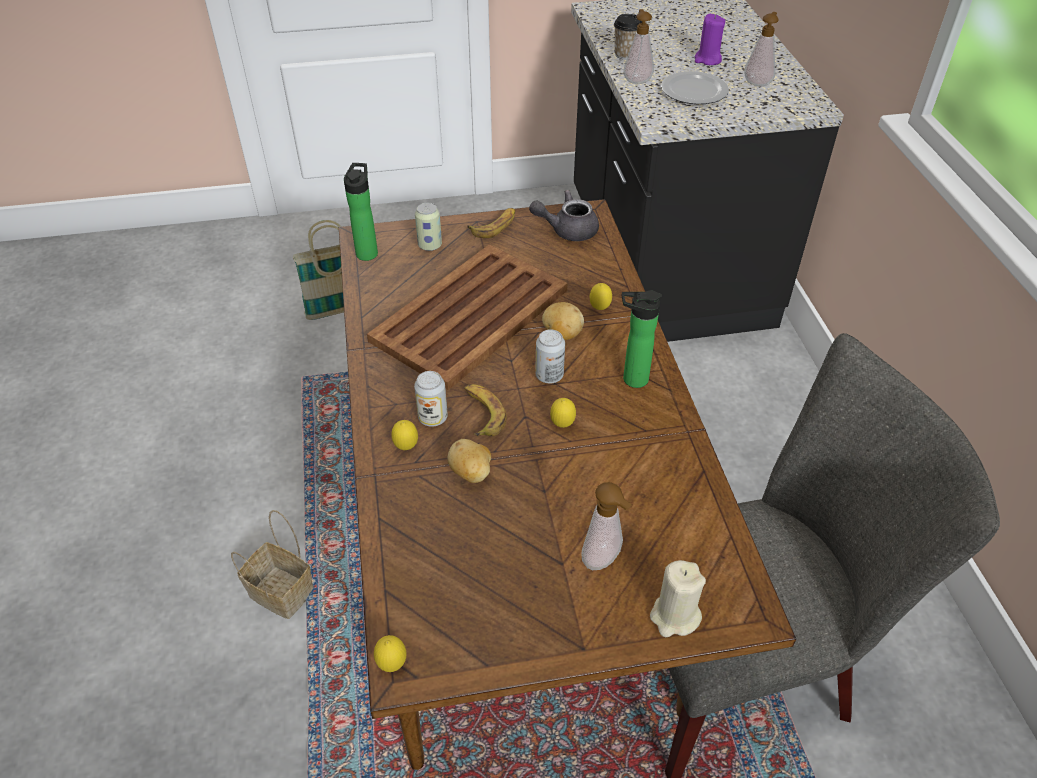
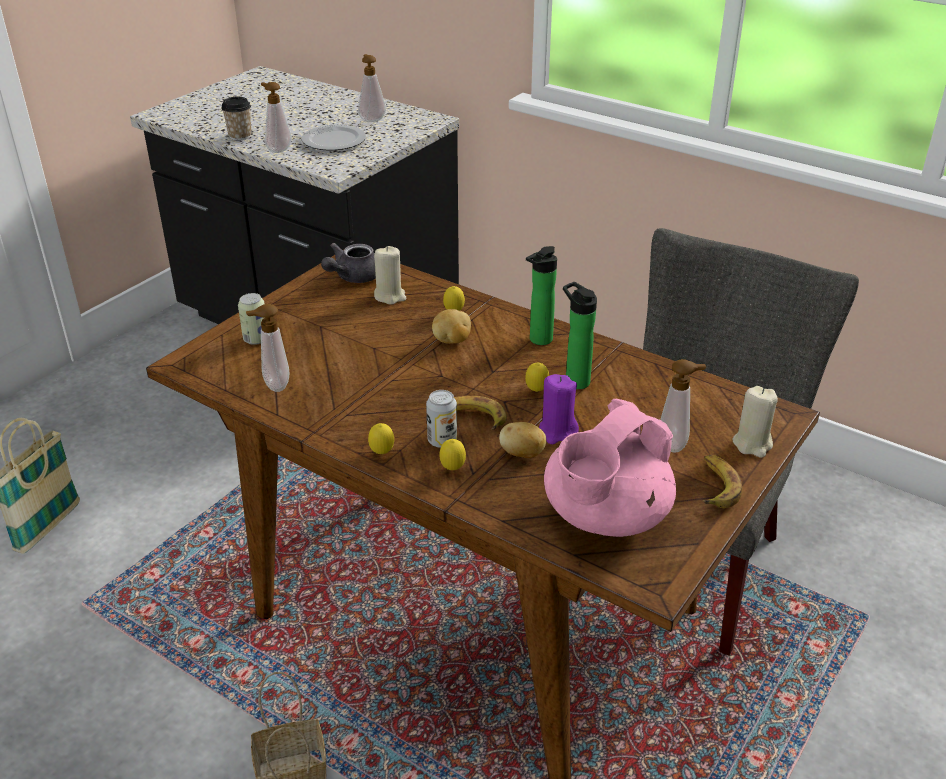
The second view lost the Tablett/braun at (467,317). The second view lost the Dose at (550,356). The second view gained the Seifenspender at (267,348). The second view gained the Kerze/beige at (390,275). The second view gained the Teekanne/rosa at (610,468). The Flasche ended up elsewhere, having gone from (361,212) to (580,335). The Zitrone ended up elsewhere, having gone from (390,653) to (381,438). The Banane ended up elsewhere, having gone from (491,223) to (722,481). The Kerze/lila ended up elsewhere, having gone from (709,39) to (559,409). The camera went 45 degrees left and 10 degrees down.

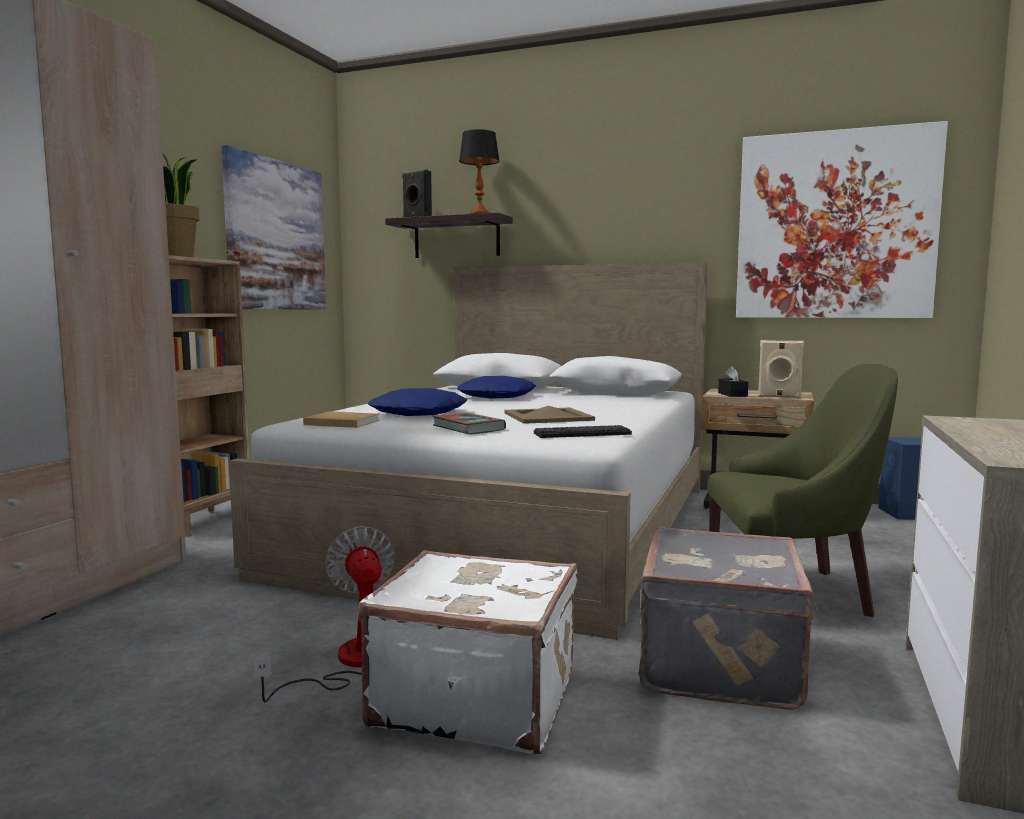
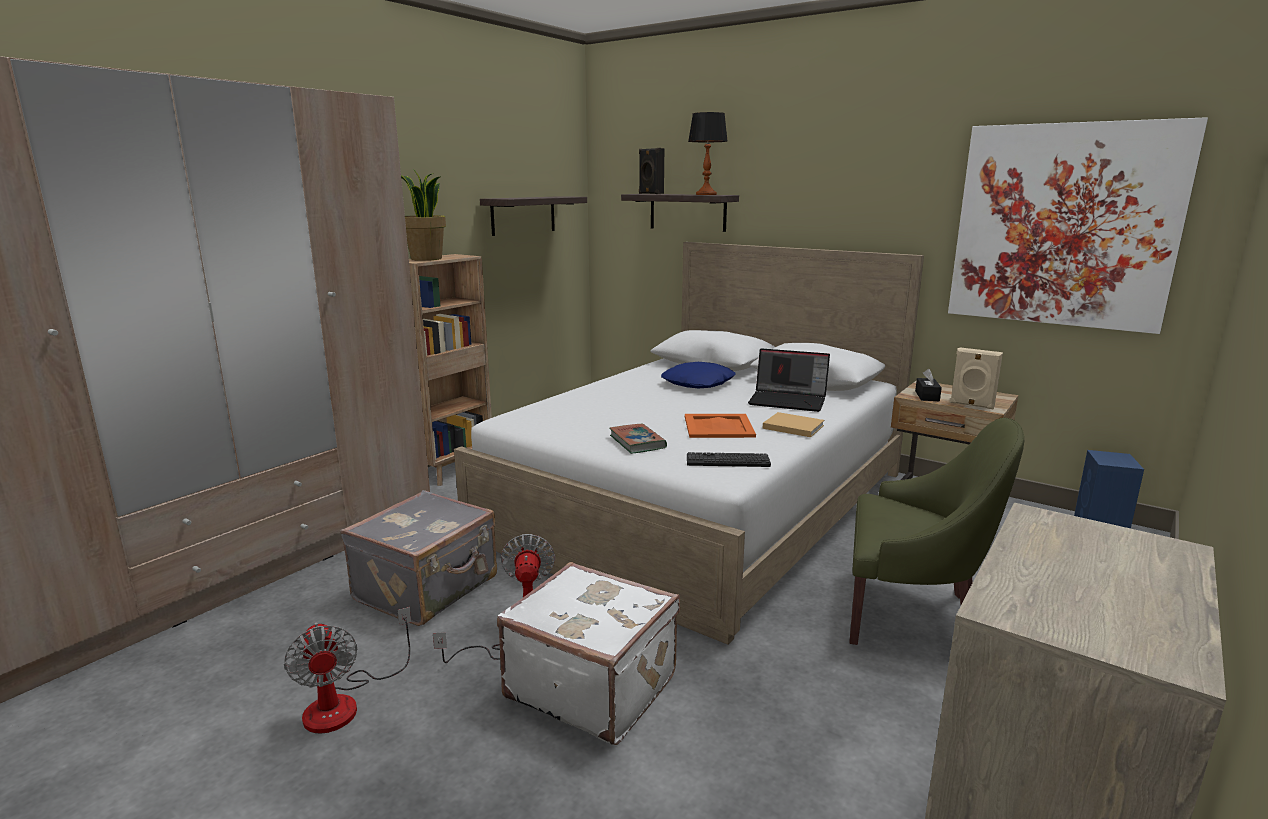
The second view lost the Kissen/blau at (417,402). The second view gained the Ventilator at (347,670). The second view gained the Laptop at (789,380). The Buch/beige ended up elsewhere, having gone from (341,419) to (793,424). The Koffer/grau ended up elsewhere, having gone from (728,618) to (418,558). Where the Bild hung at (273,227), the Wandregal came to hang at (533,216). What was the Tablett/beige at (549,415) turned into the Tablett/orange at (720,426). The camera went 15 degrees right and 10 degrees up.

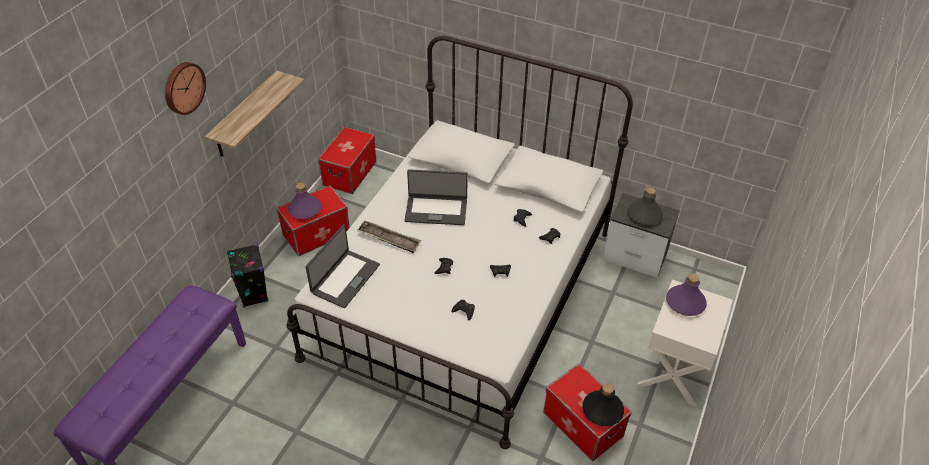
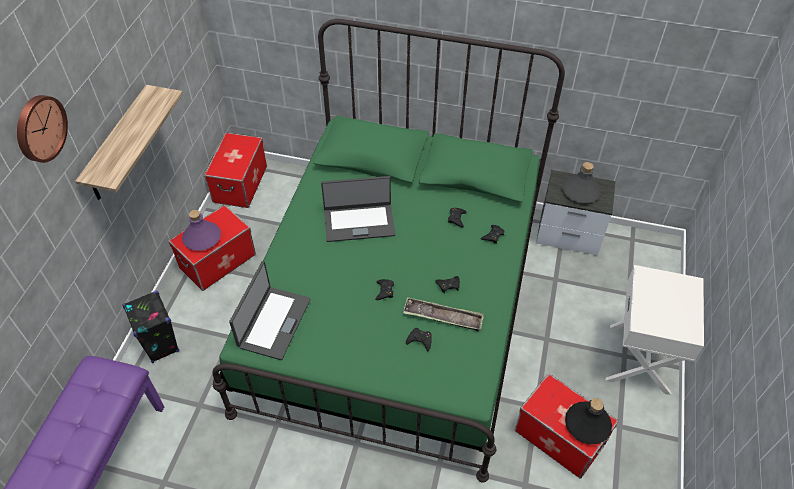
The second view lost the Flasche/lila at (686,294). The Tablett ended up elsewhere, having gone from (389,236) to (443,314). What was the Bett/weiß at (460,242) turned into the Bett/grün at (388,251). The camera went 10 degrees left and 5 degrees up.

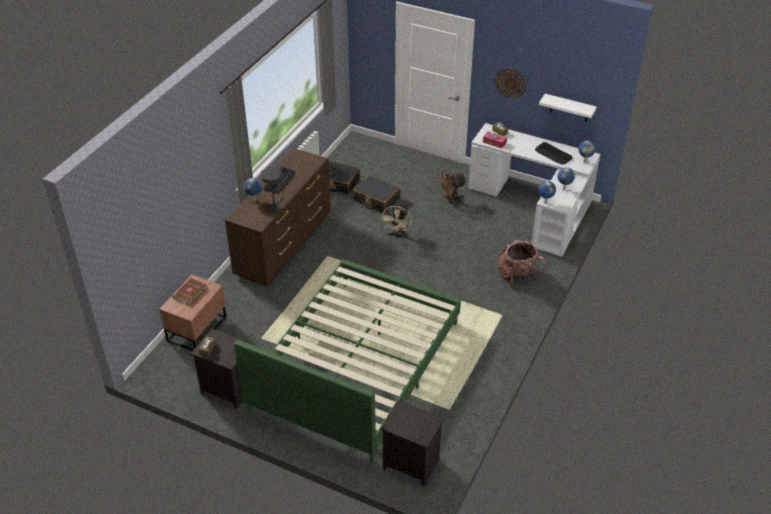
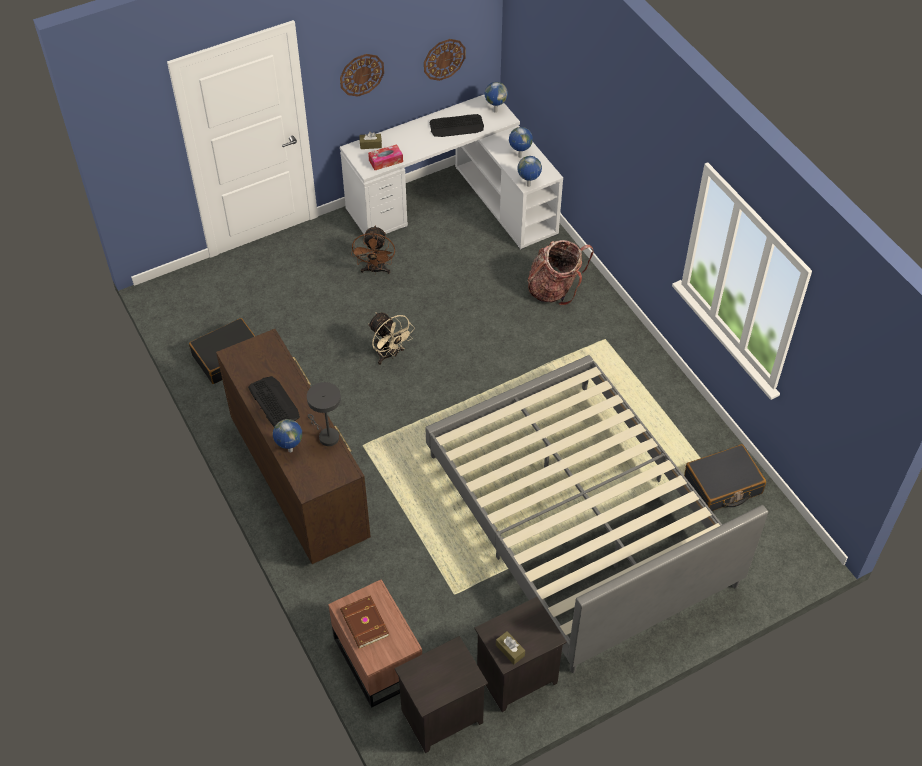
The Koffer/schwarz ended up elsewhere, having gone from (377,194) to (725,477). The Nachttisch/schwarz ended up elsewhere, having gone from (412,443) to (441,694). Where the Wandregal/weiß hung at (568,108), the Wanduhr came to hang at (444,60). What was the Bett/grün at (347,361) turned into the Bett/grau at (596,514). The camera went 55 degrees left and 10 degrees up.

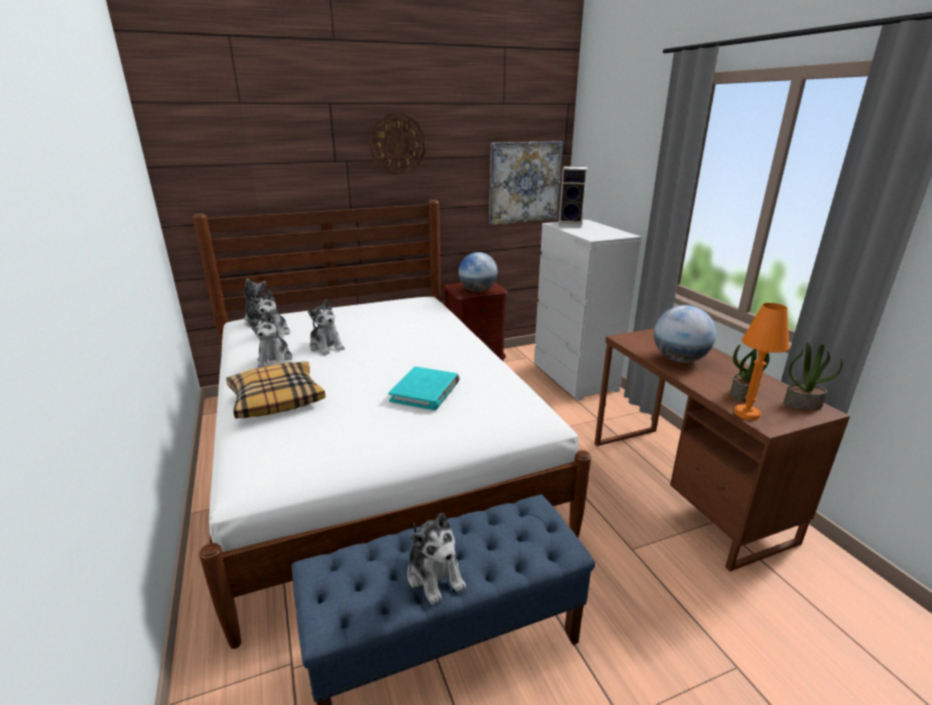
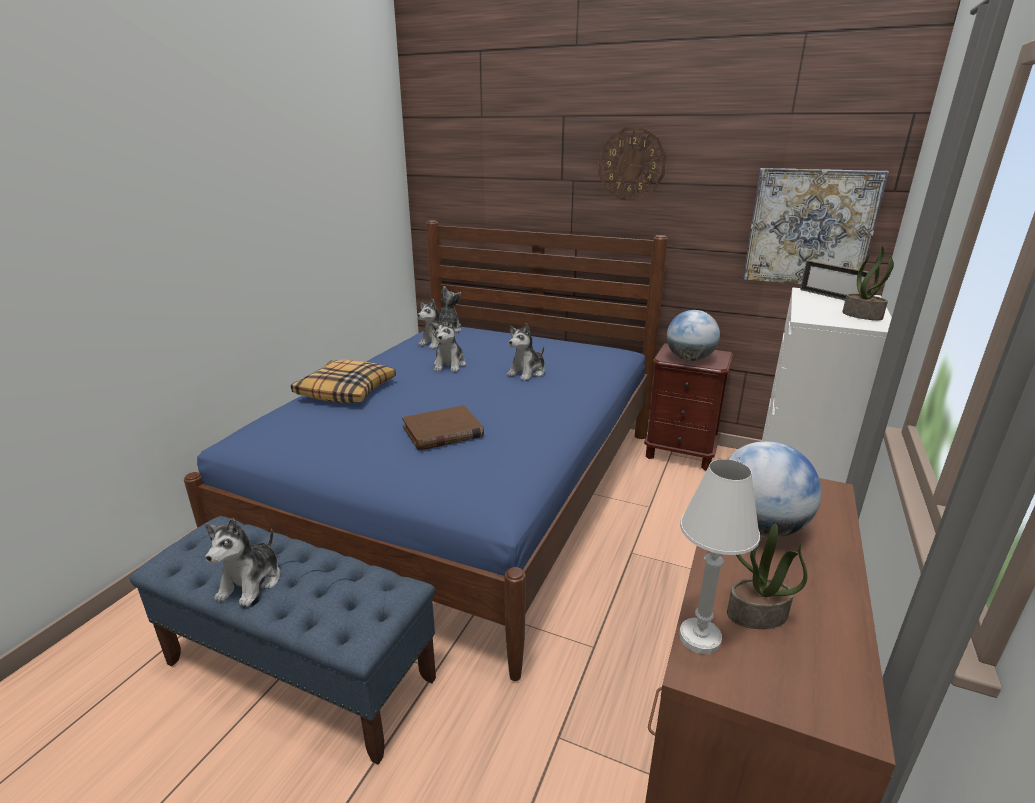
The Plüschtier ended up elsewhere, having gone from (270,340) to (526,352). The Topfpflanze ended up elsewhere, having gone from (813,376) to (868,283). Where the Lautsprecher stood at (573,196), the Bilderrahmen came to stand at (835,280). What was the Bett/weiß at (391,424) turned into the Bett/blau at (426,450). What was the Buch/türkis at (424,388) turned into the Buch/braun at (443,427). What was the Tischlampe/orange at (762,361) turned into the Tischlampe/weiß at (719,556). The camera went 45 degrees right and 0 degrees up.

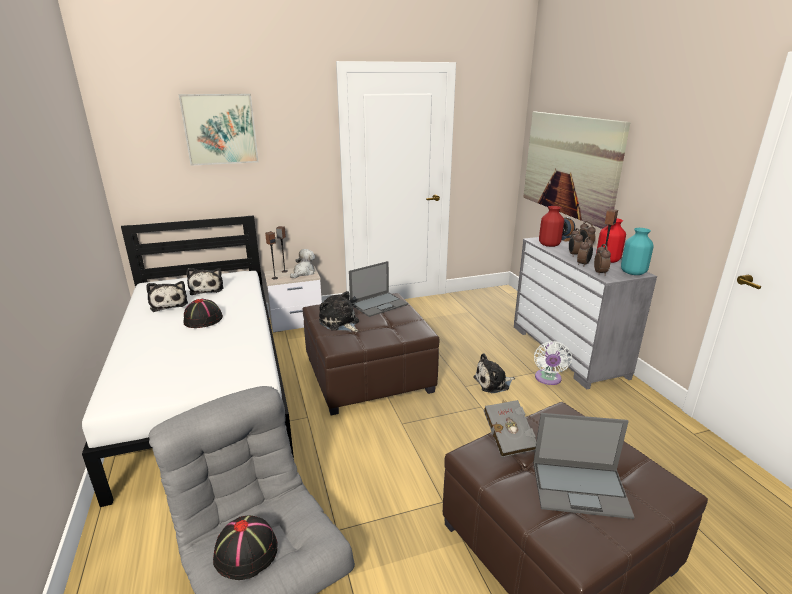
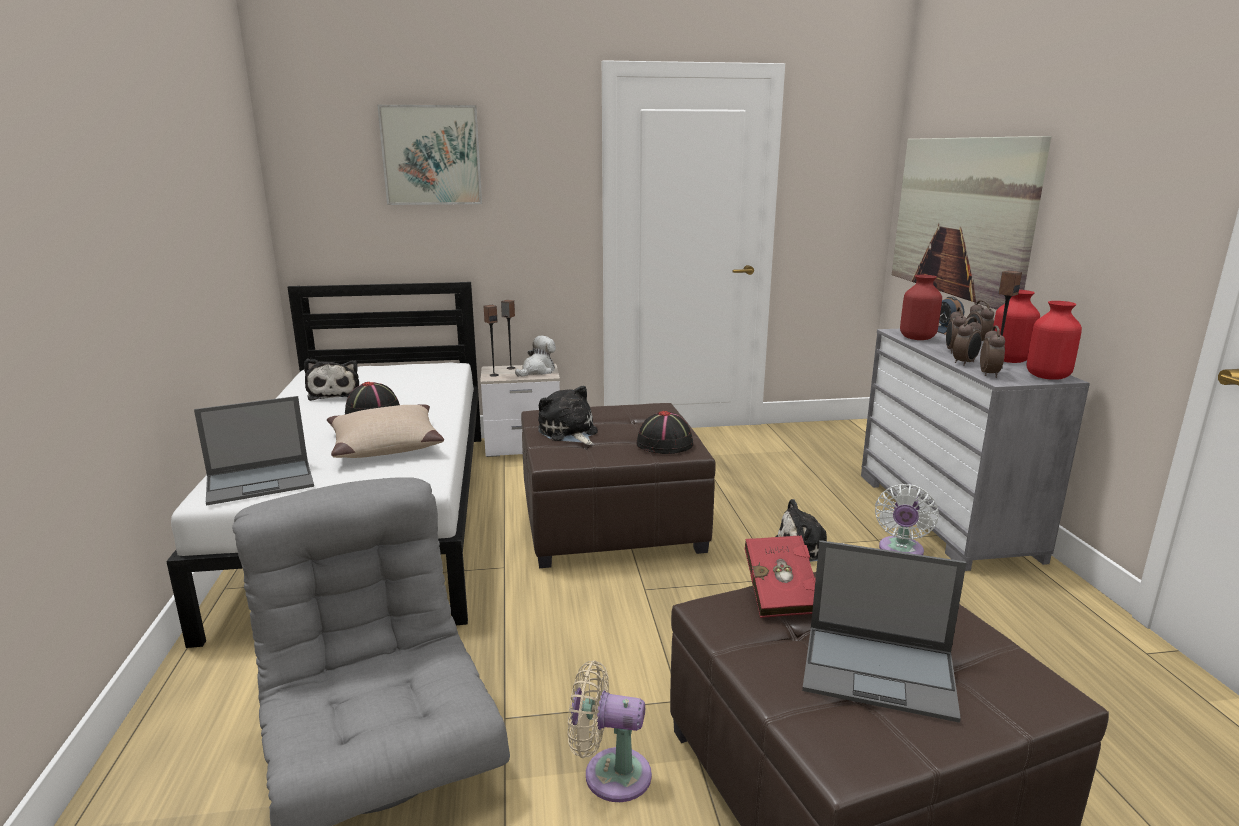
The second view lost the Plüschtier at (205,281). The second view gained the Kissen/beige at (385,431). The second view gained the Ventilator/beige at (610,731). The Hut/schwarz ended up elsewhere, having gone from (245,547) to (664,432). The Laptop ended up elsewhere, having gone from (378,289) to (254,451). What was the Buch/grau at (510,429) turned into the Buch/rot at (780,576). What was the Vase/türkis at (637,251) turned into the Vase/rot at (1054,340). The camera went 10 degrees right and 5 degrees down.

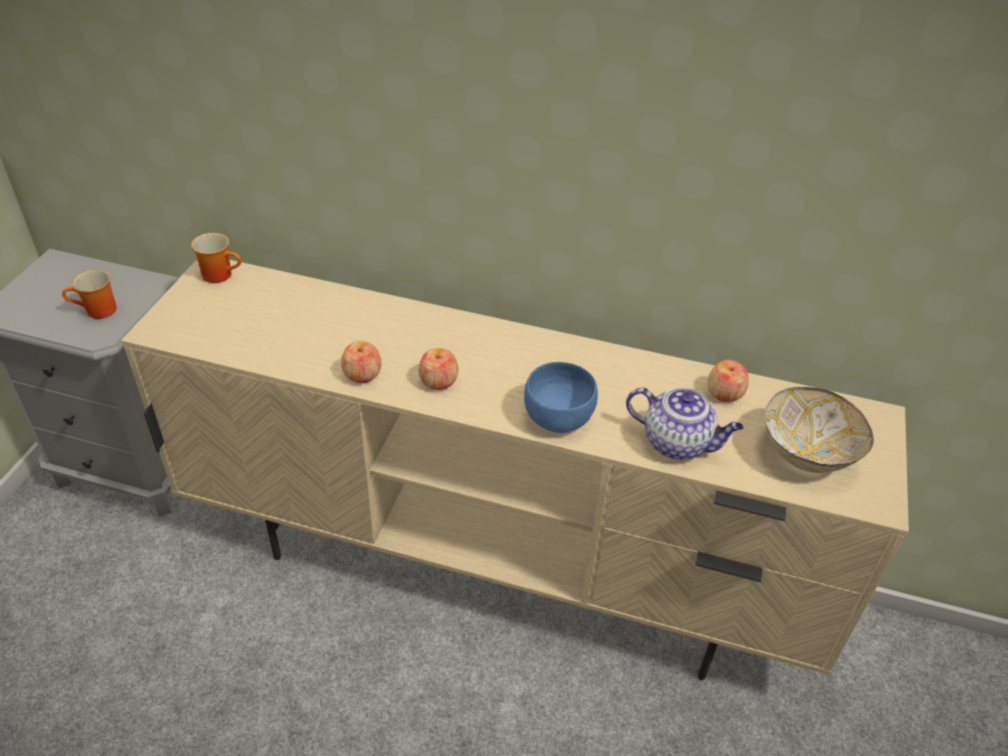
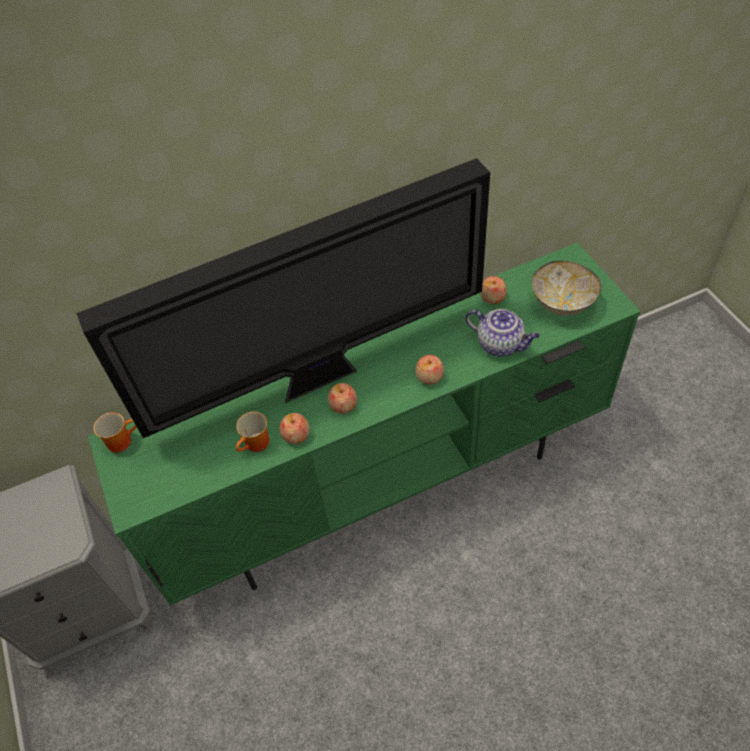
The second view gained the Fernseher at (283,298). The Henkelbecher ended up elsewhere, having gone from (89,294) to (252,431). Where the Schüssel/blau stood at (561,397), the Apfel came to stand at (429,370). What was the Fernsehschrank/beige at (515,470) turned into the Fernsehschrank/grün at (364,424). The Teekanne at (685,423) ended up facing another way, 45 degrees clockwise from before. The camera went 35 degrees left and 10 degrees up.

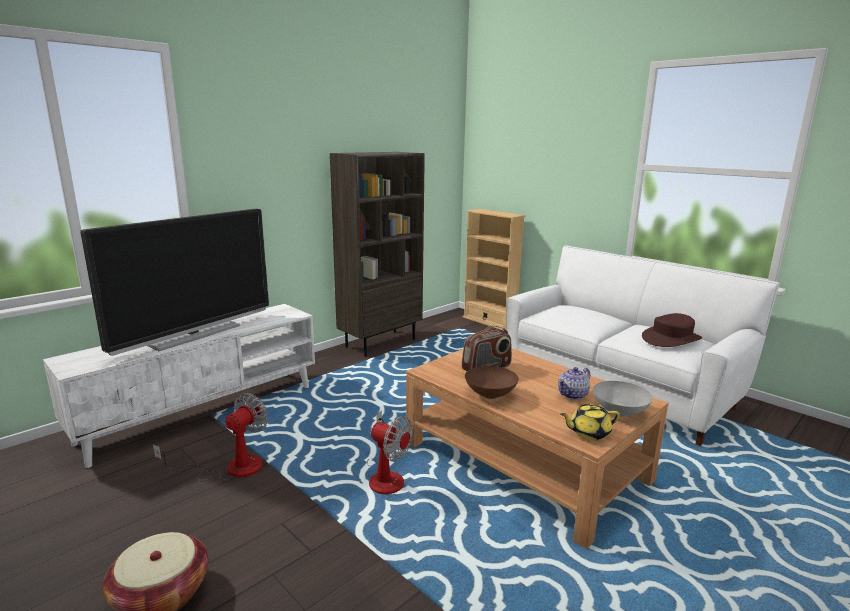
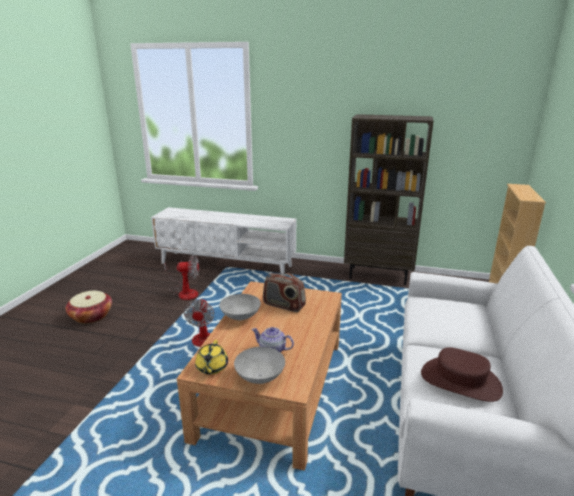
The second view lost the Fernseher at (174,282). What was the Schüssel/braun at (492,382) turned into the Schüssel/grau at (240,307). The Teekanne/gelb at (590,422) ended up facing another way, 135 degrees counterclockwise from before. The camera went 60 degrees right and 5 degrees up.

